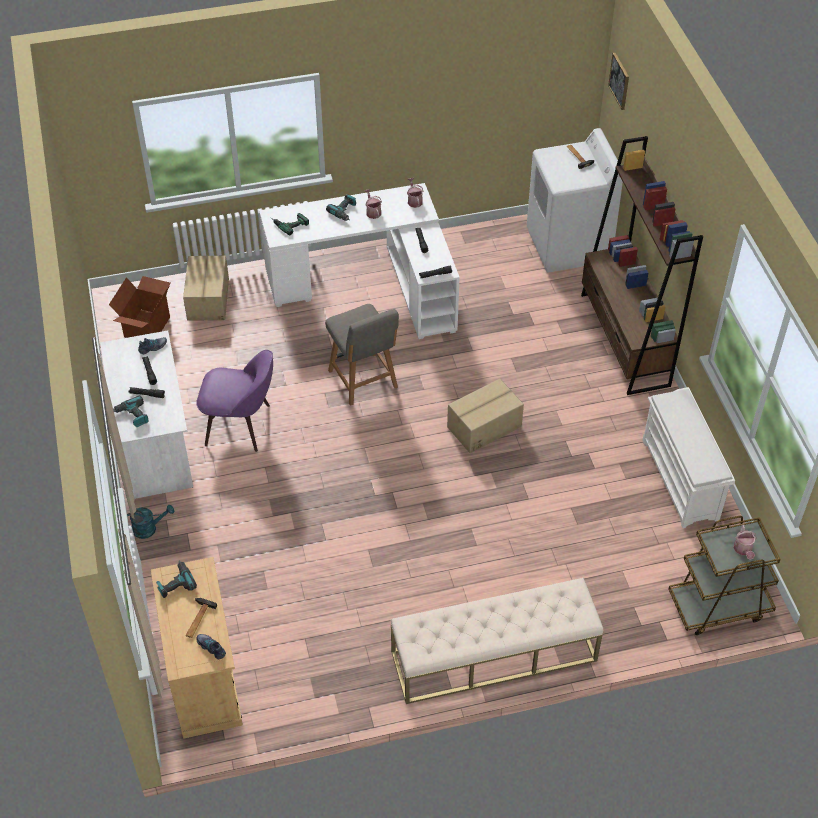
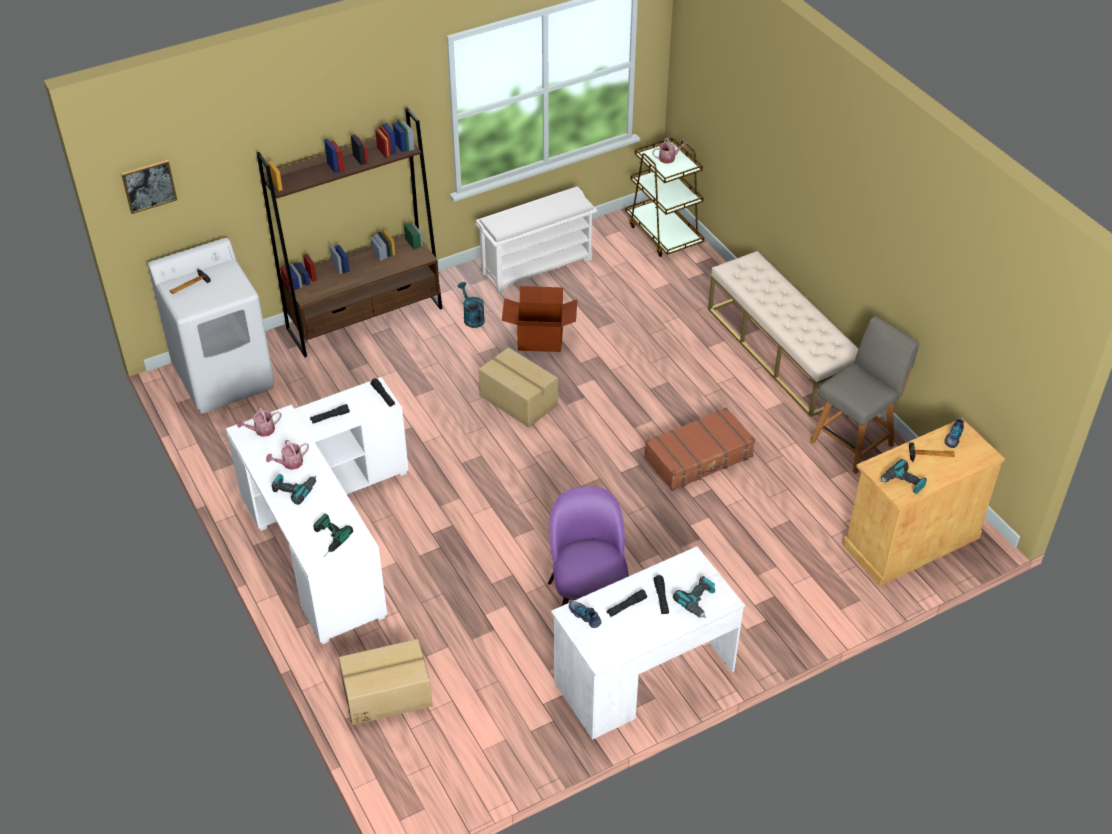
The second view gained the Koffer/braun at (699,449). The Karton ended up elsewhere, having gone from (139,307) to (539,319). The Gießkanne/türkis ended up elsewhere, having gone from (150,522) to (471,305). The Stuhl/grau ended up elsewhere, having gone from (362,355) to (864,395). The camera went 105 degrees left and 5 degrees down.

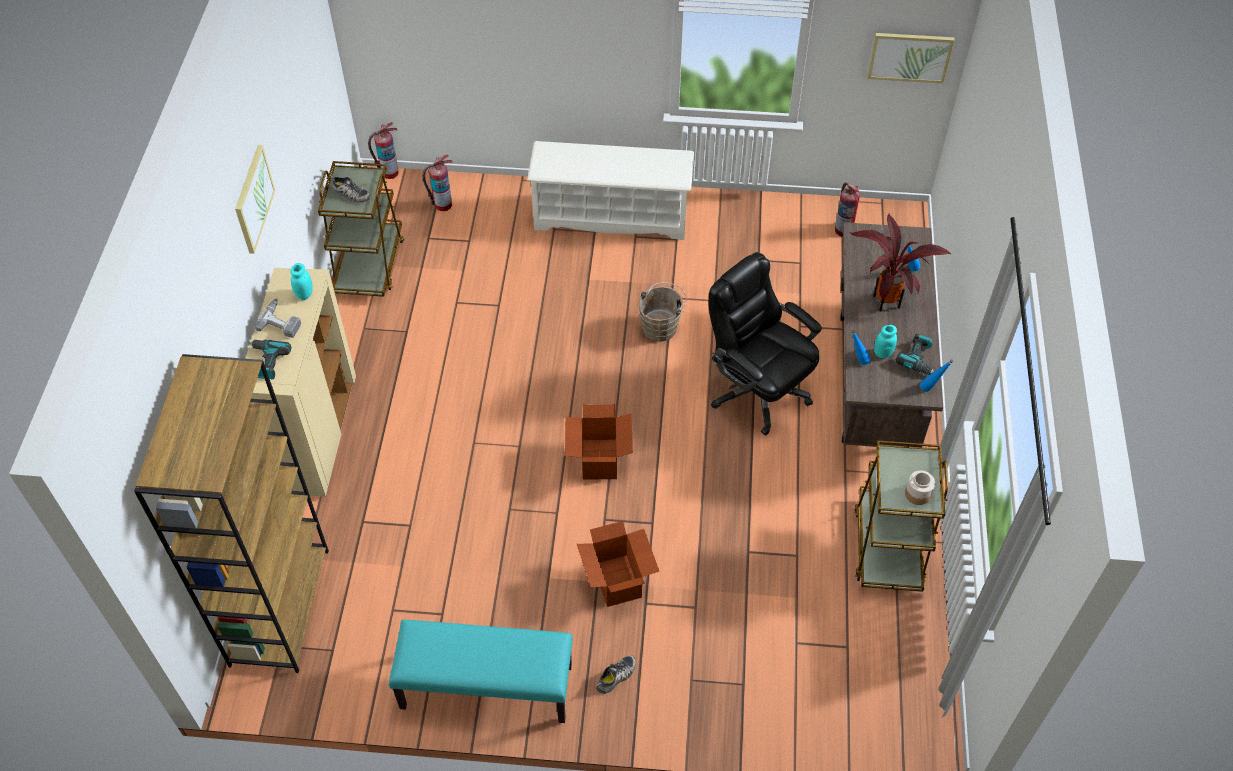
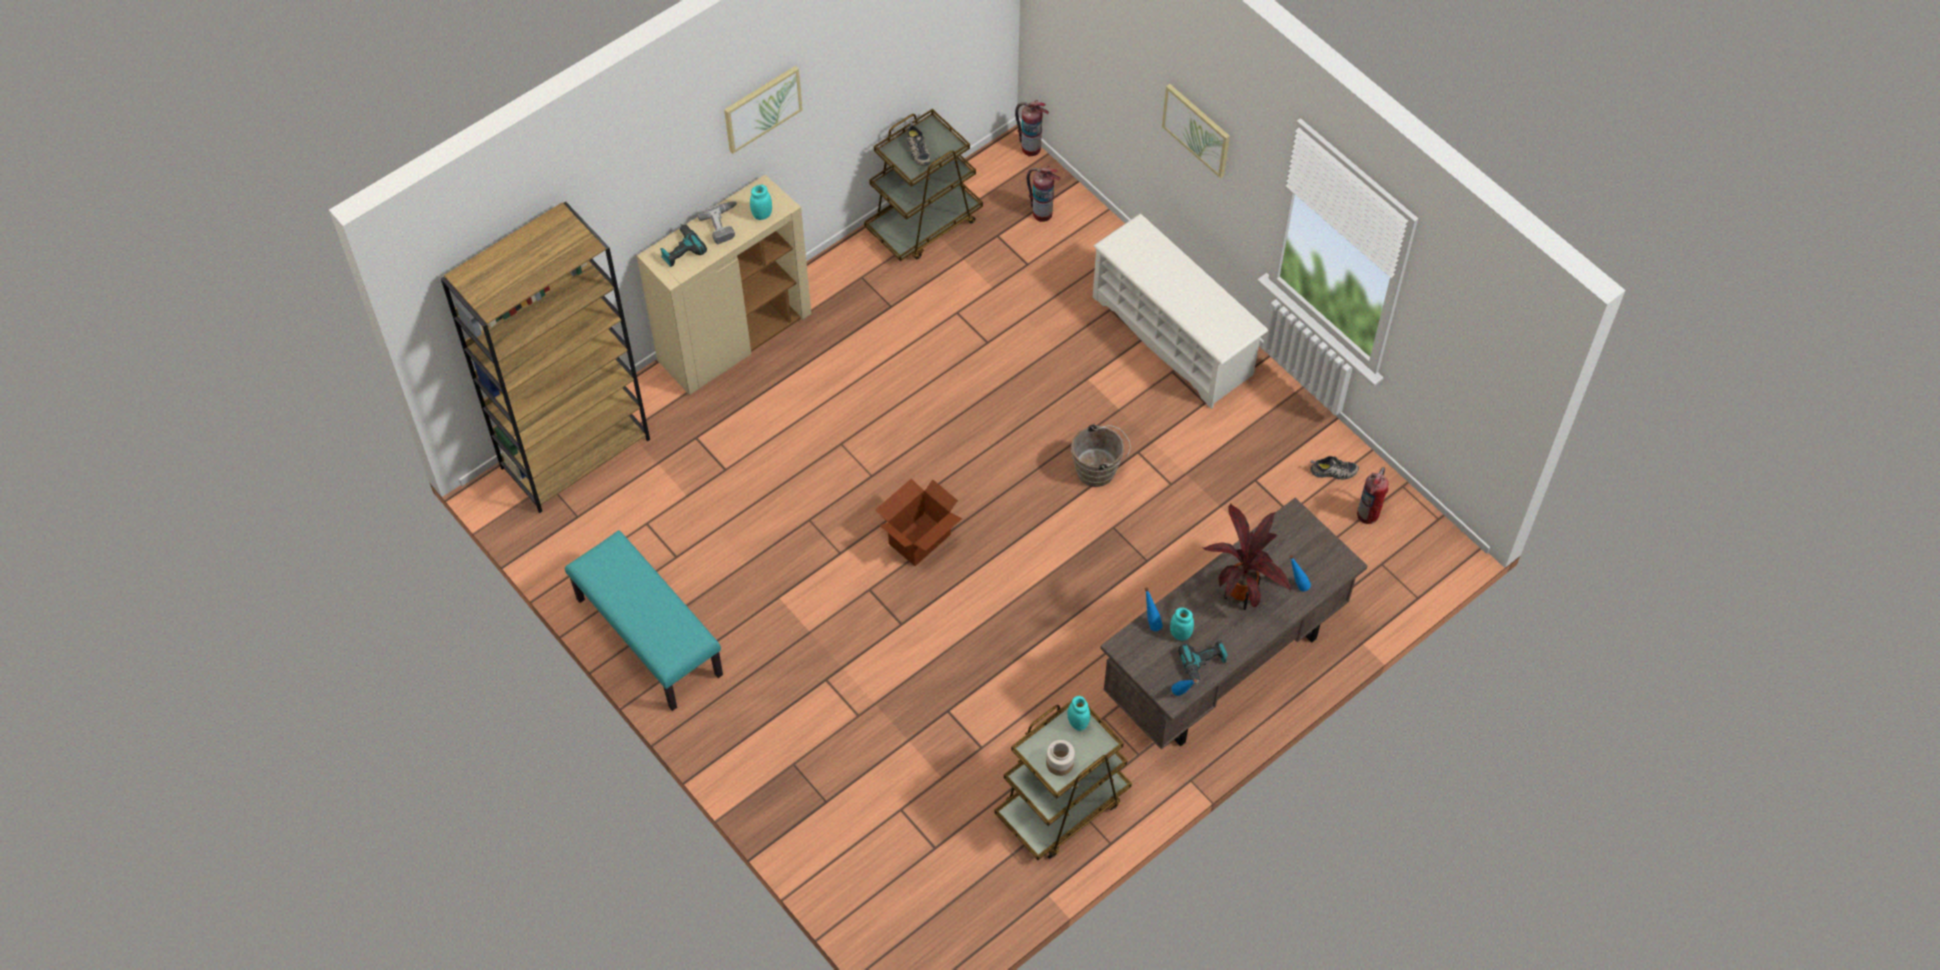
The second view lost the Karton at (618,564). The second view lost the Bürostuhl/schwarz at (765,343). The second view gained the Vorratsglas/türkis at (1078,713). The Schuh ended up elsewhere, having gone from (616,674) to (1334,468). The Bild ended up elsewhere, having gone from (911,58) to (1196,131). The camera went 45 degrees right and 5 degrees up.

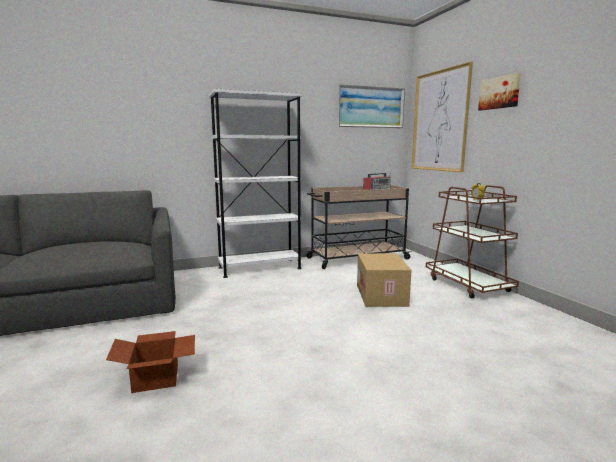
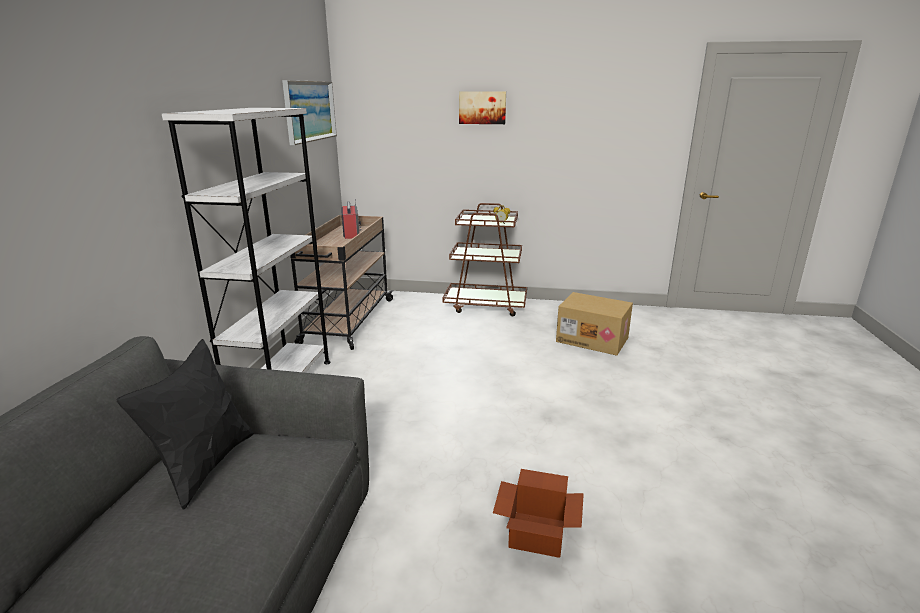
The second view lost the Bild at (442,116). The second view gained the Kissen/schwarz at (185,424). The Karton ended up elsewhere, having gone from (384,280) to (594,324). The camera went 60 degrees left and 10 degrees up.

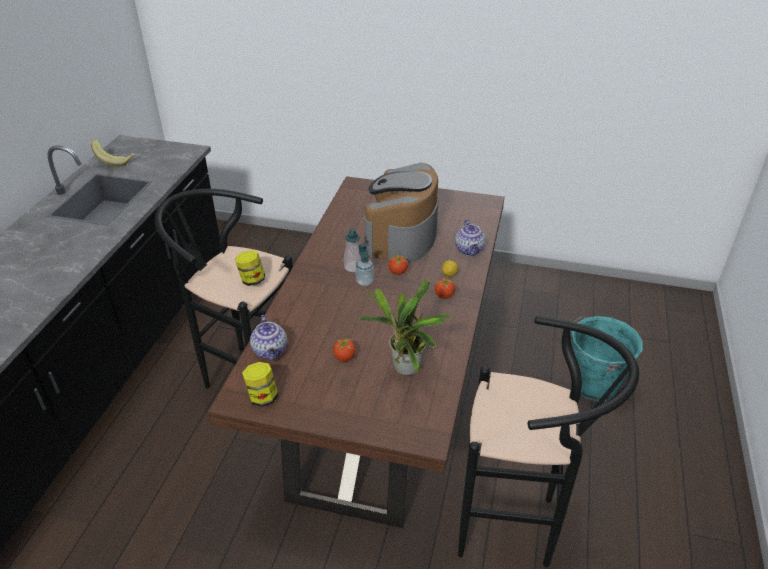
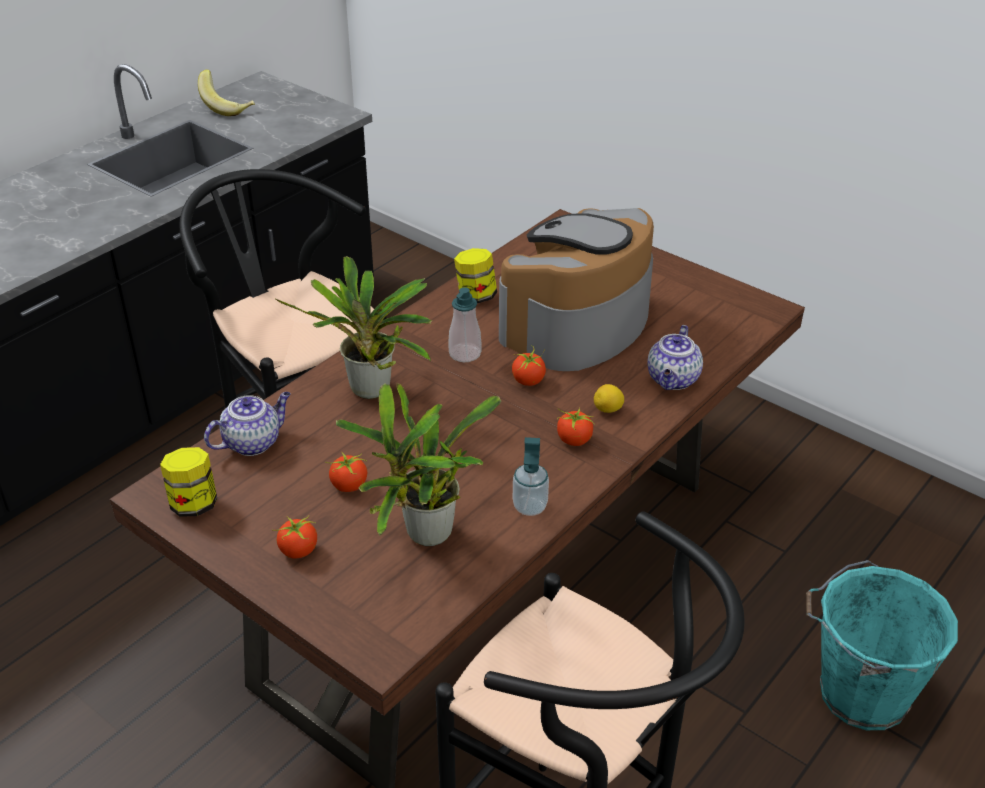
The second view gained the Tomate at (294,537). The second view gained the Topfpflanze at (353,327). The Vorratsglas ended up elsewhere, having gone from (250,268) to (475,275). The Seifenspender ended up elsewhere, having gone from (364,264) to (531,476). The Teekanne at (268,338) ended up facing another way, 135 degrees counterclockwise from before. The camera went 25 degrees right and 0 degrees up.

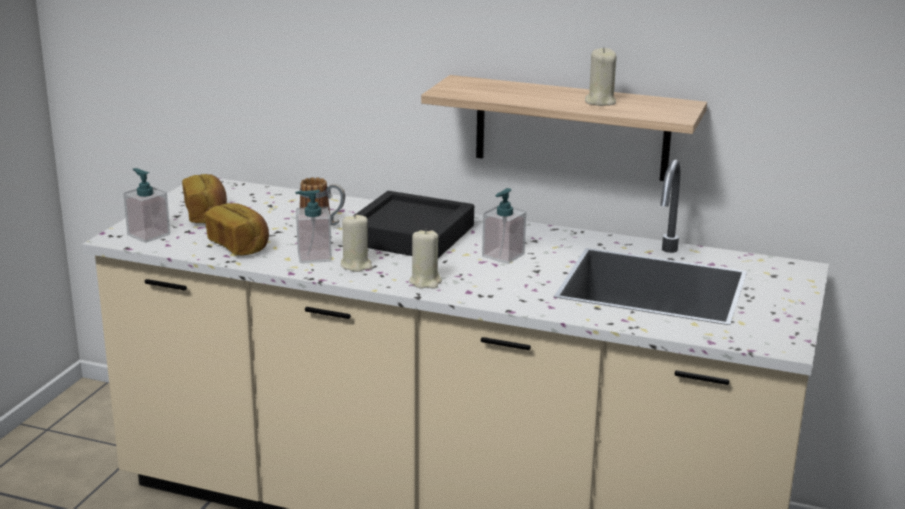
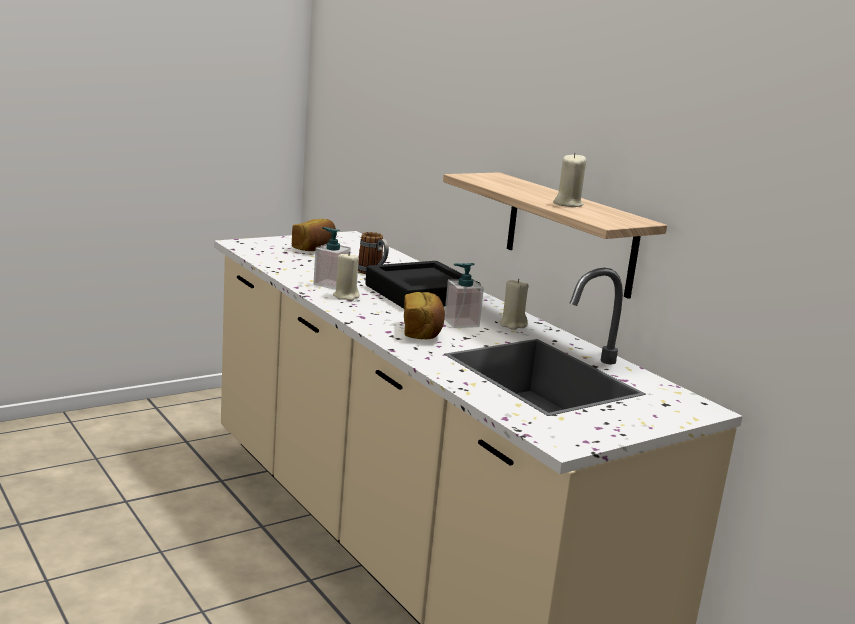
The second view lost the Seifenspender at (146,205). The Brot ended up elsewhere, having gone from (236,229) to (424,316). The Kerze/beige ended up elsewhere, having gone from (425,259) to (514,304). The camera went 35 degrees right and 5 degrees down.

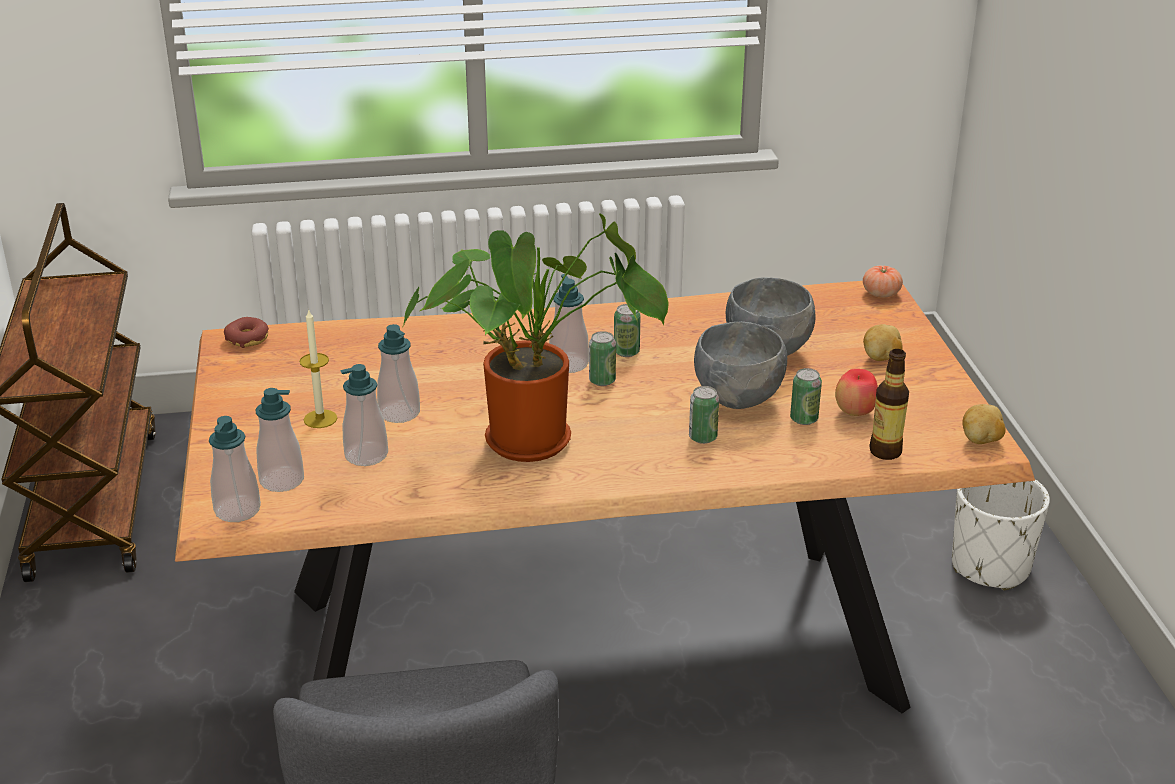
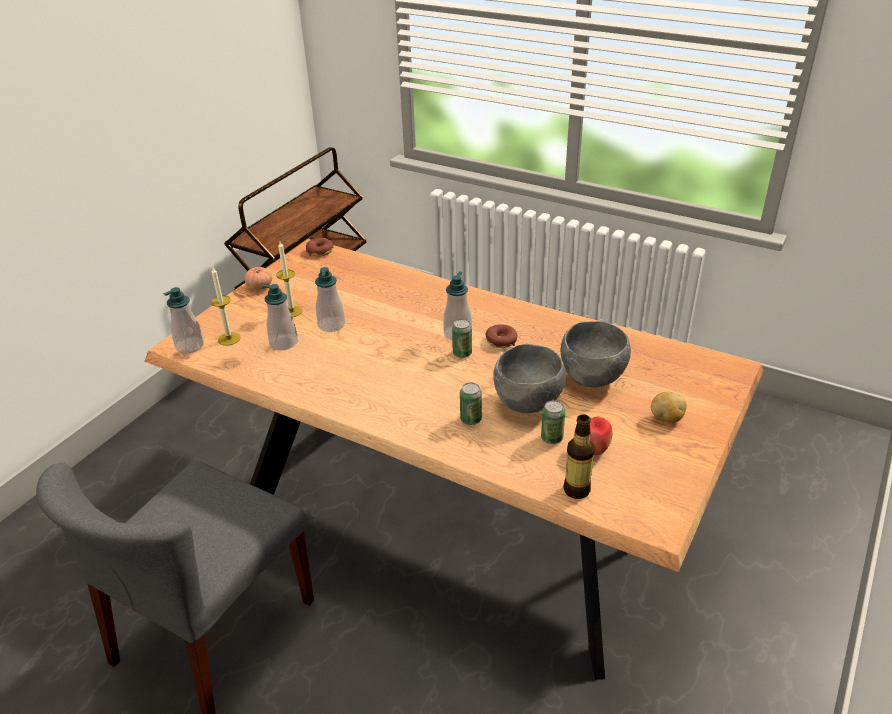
The second view lost the Topfpflanze at (535,337). The second view lost the Pflanzkübel/weiß at (1001,534). The second view lost the Kartoffel at (983,424). The Tomate ended up elsewhere, having gone from (883,282) to (258,278). Where the Seifenspender stood at (280,440), the Kerze came to stand at (226,306). Where the Dose stood at (627,330), the Donut came to stand at (501,336). The camera went 40 degrees right and 5 degrees up.

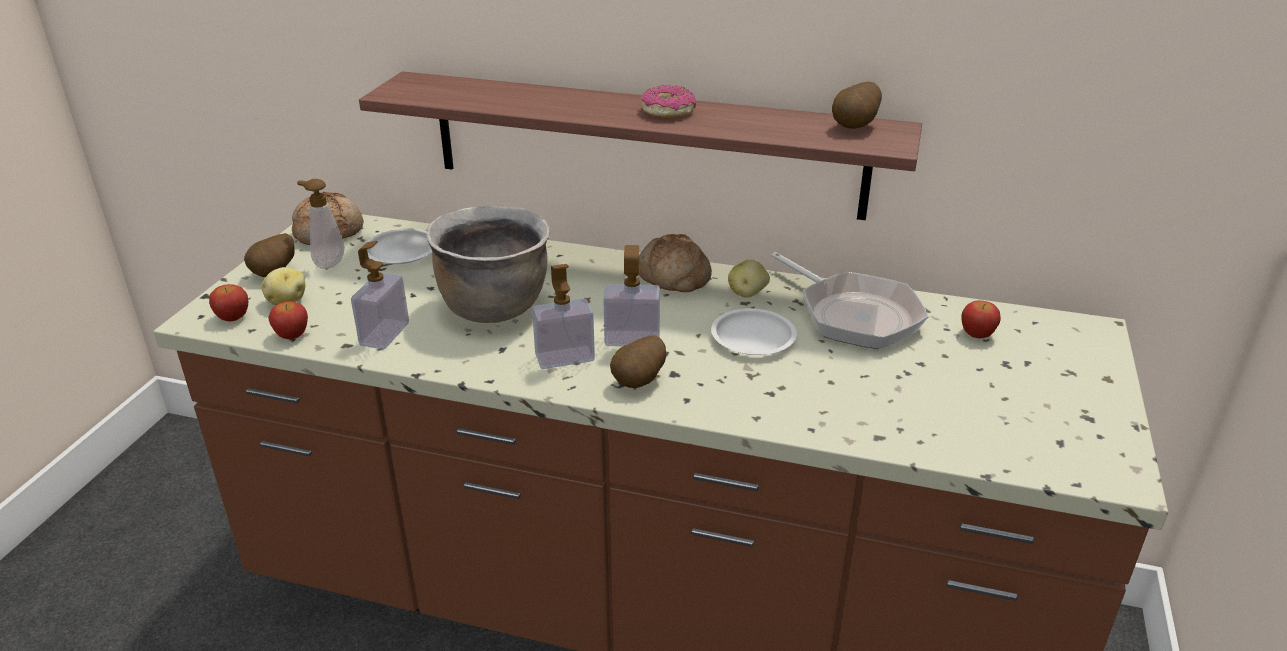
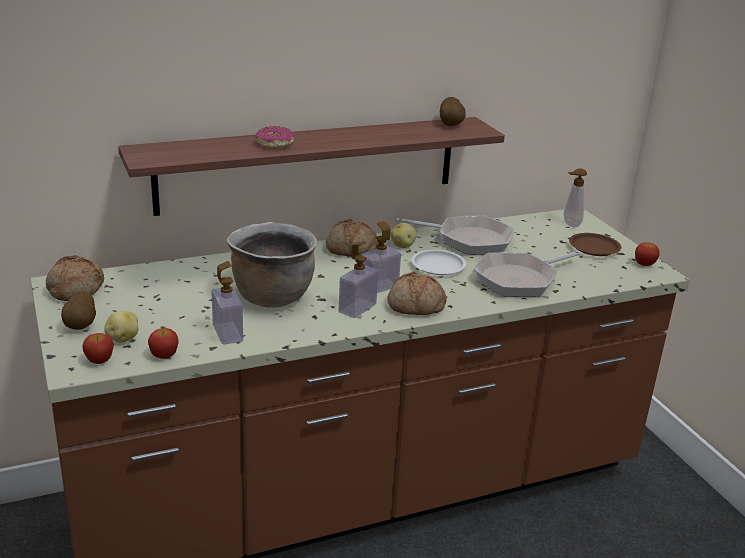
The second view lost the Teller/weiß at (398,246). The second view gained the Pfanne at (527,274). The second view gained the Teller/braun at (595,244). The Seifenspender ended up elsewhere, having gone from (321,224) to (575,198). The Donut ended up elsewhere, having gone from (668,101) to (274,137). The Apfel ended up elsewhere, having gone from (981,319) to (647,254). Where the Kartoffel stood at (638,362), the Brot came to stand at (417,293). The camera went 40 degrees left and 5 degrees down.

